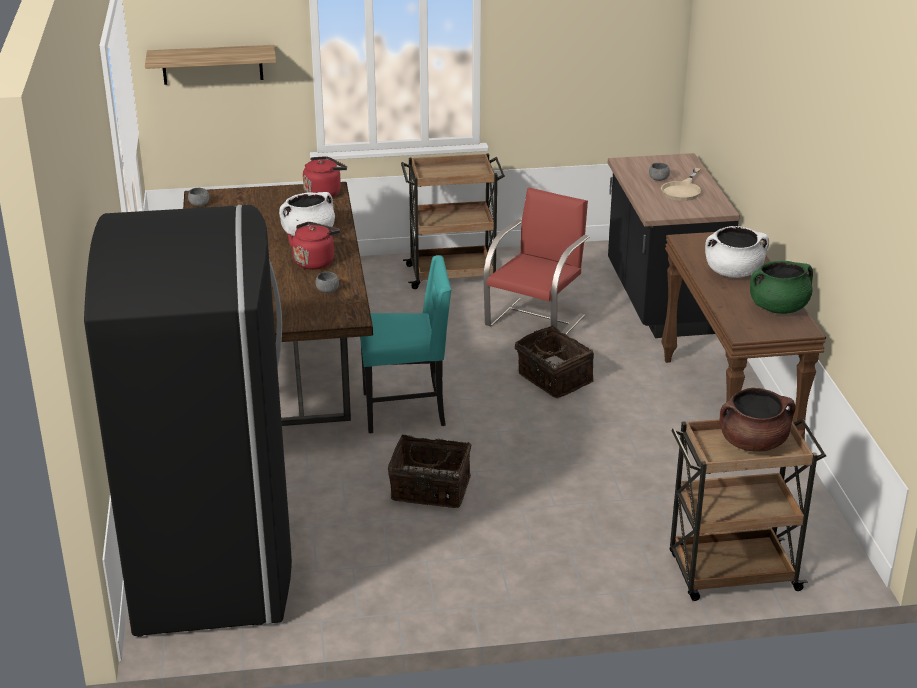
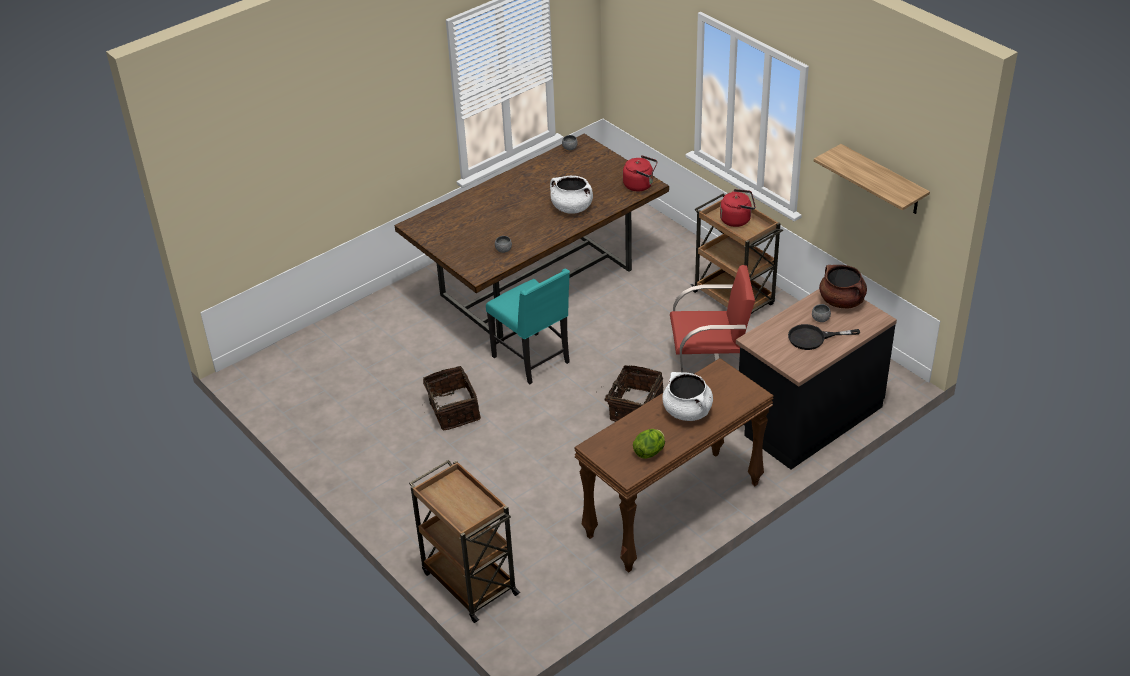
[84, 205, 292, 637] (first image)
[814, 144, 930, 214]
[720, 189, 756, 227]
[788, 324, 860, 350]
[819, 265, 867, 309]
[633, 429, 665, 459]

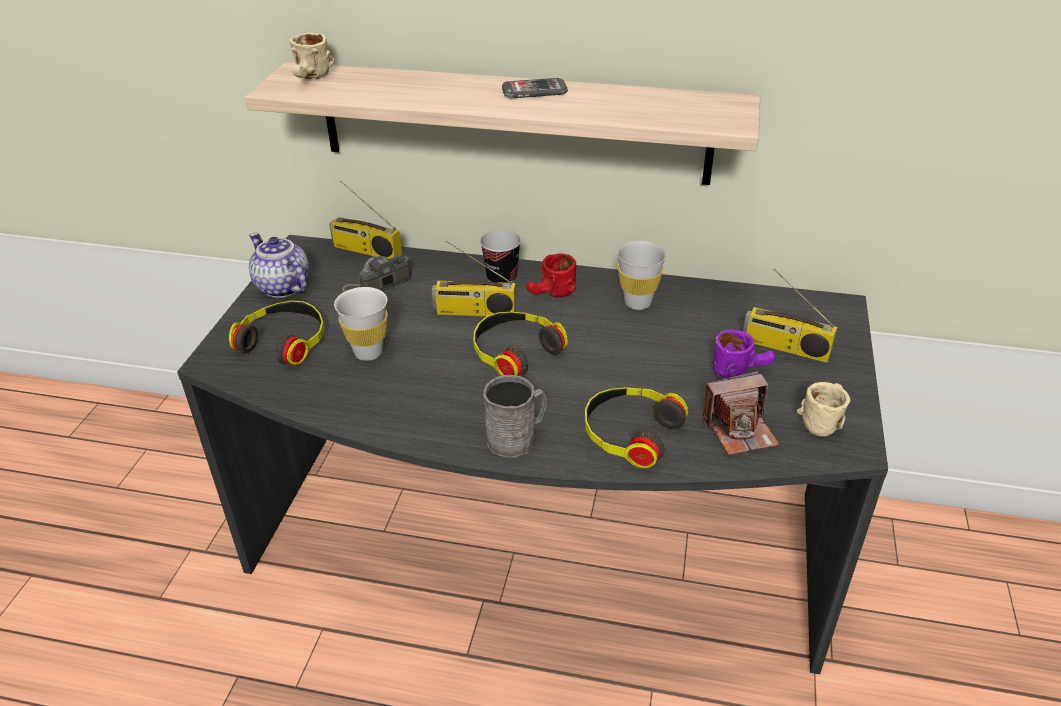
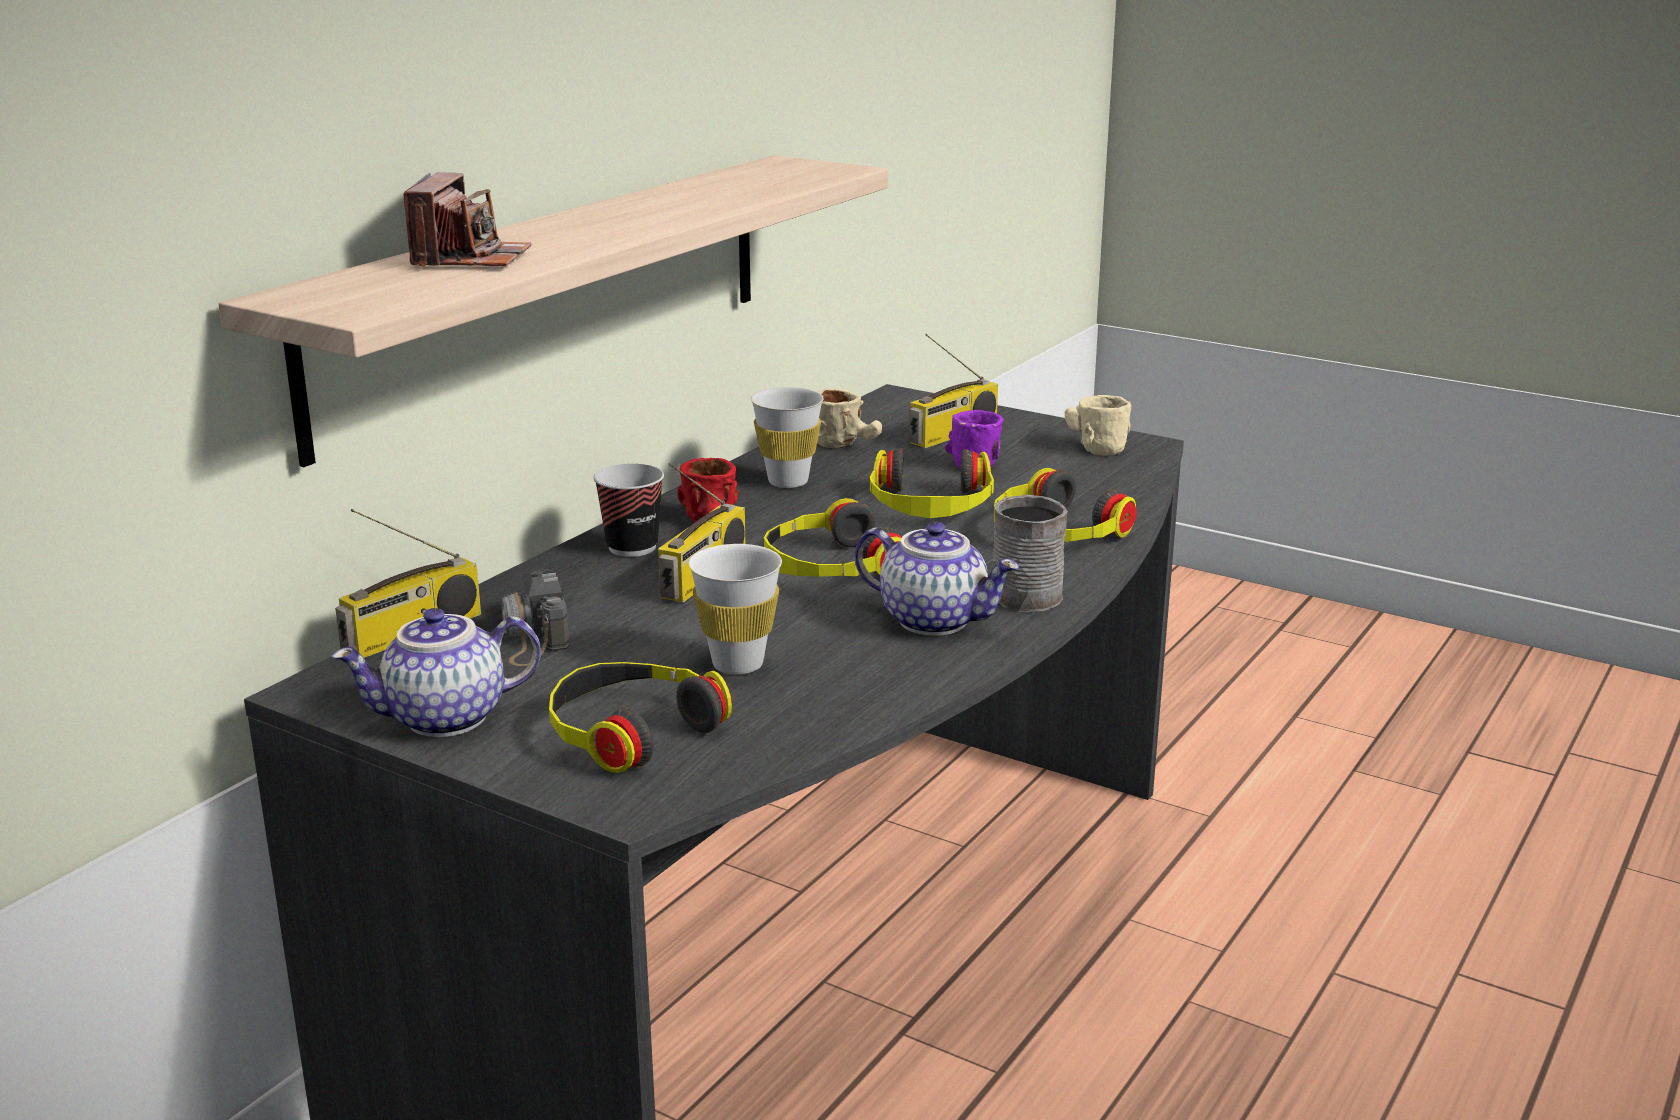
[817, 388, 882, 448]
[502, 78, 568, 98] (first image)
[403, 172, 532, 267]
[855, 522, 1019, 636]
[870, 448, 994, 518]

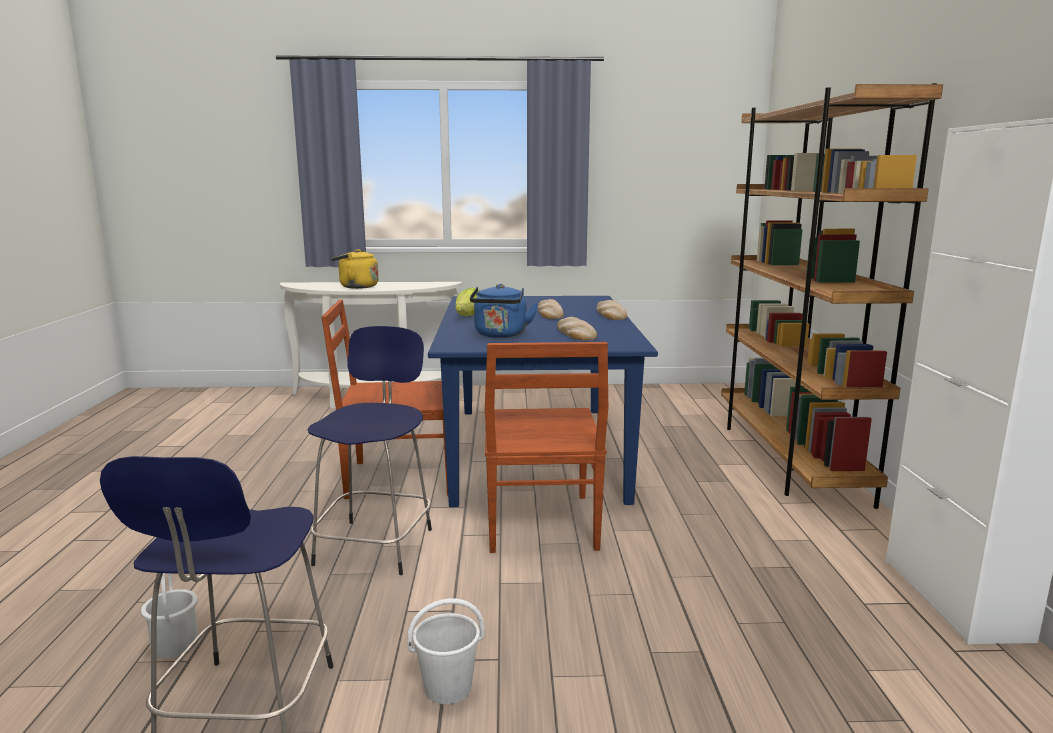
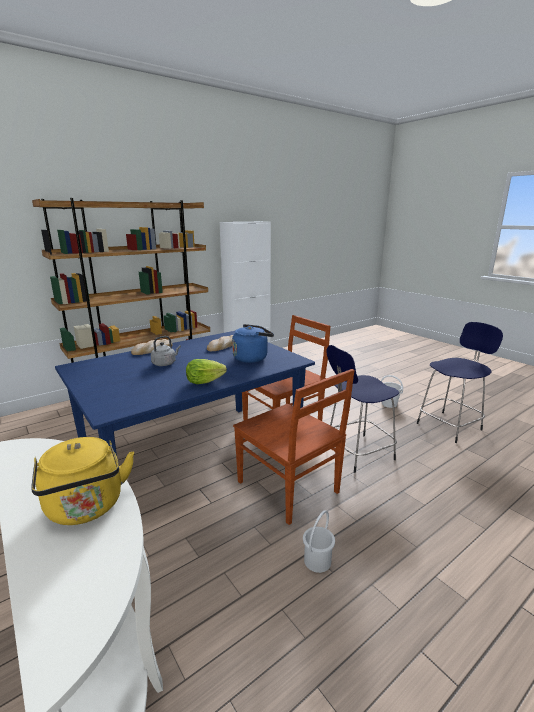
[303, 510, 335, 573]
[151, 336, 181, 366]

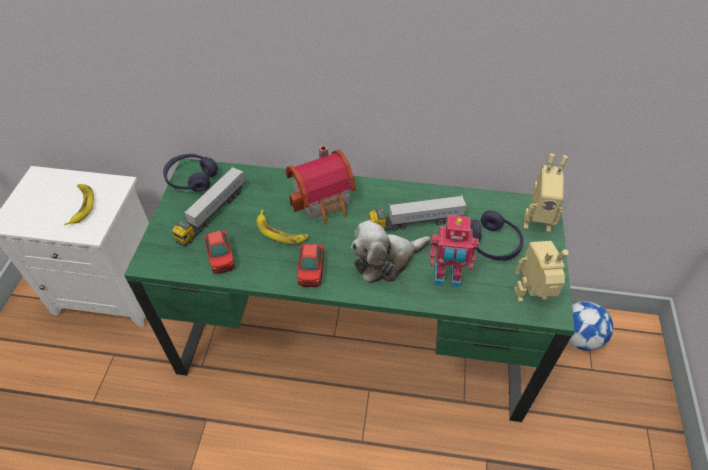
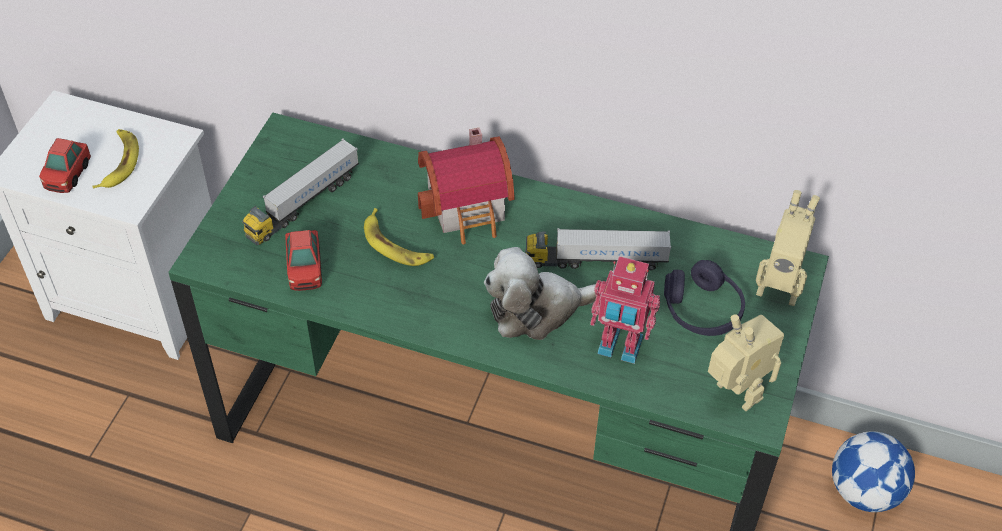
[163, 154, 218, 192] (first image)
[39, 138, 91, 193]
[708, 314, 784, 411]

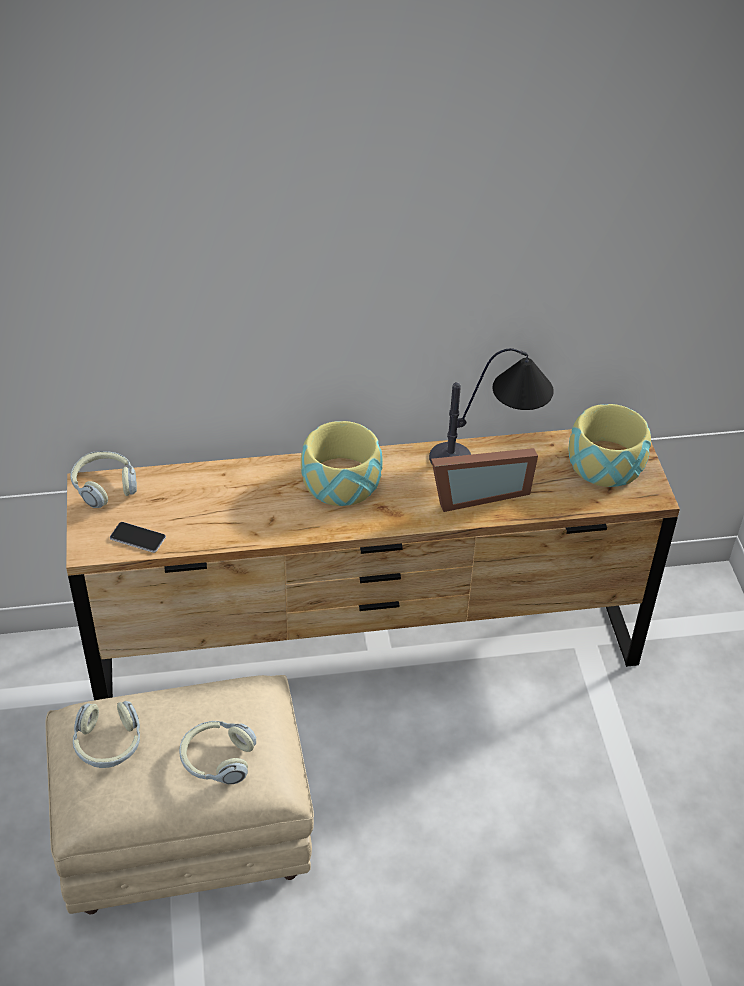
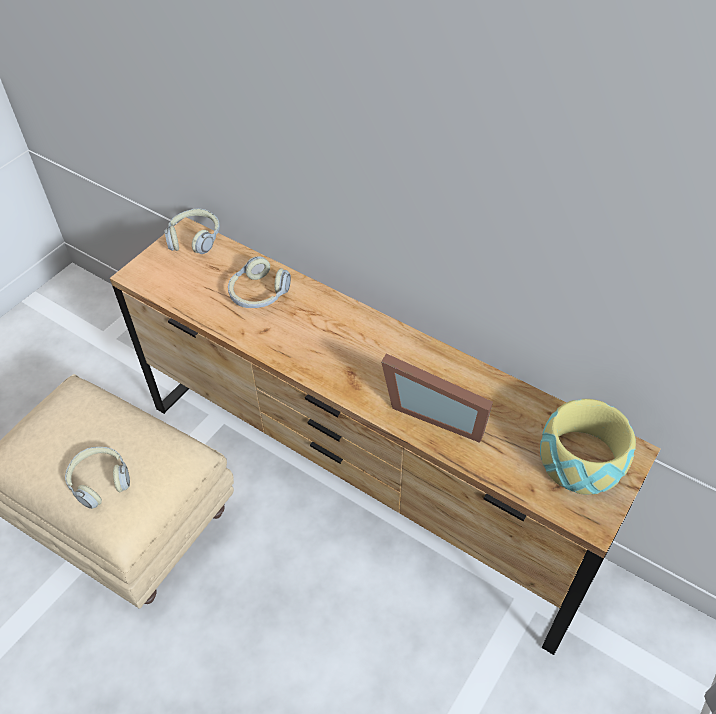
[228, 256, 291, 308]
[110, 522, 166, 553] (first image)
[301, 421, 383, 506] (first image)
[429, 348, 554, 464] (first image)

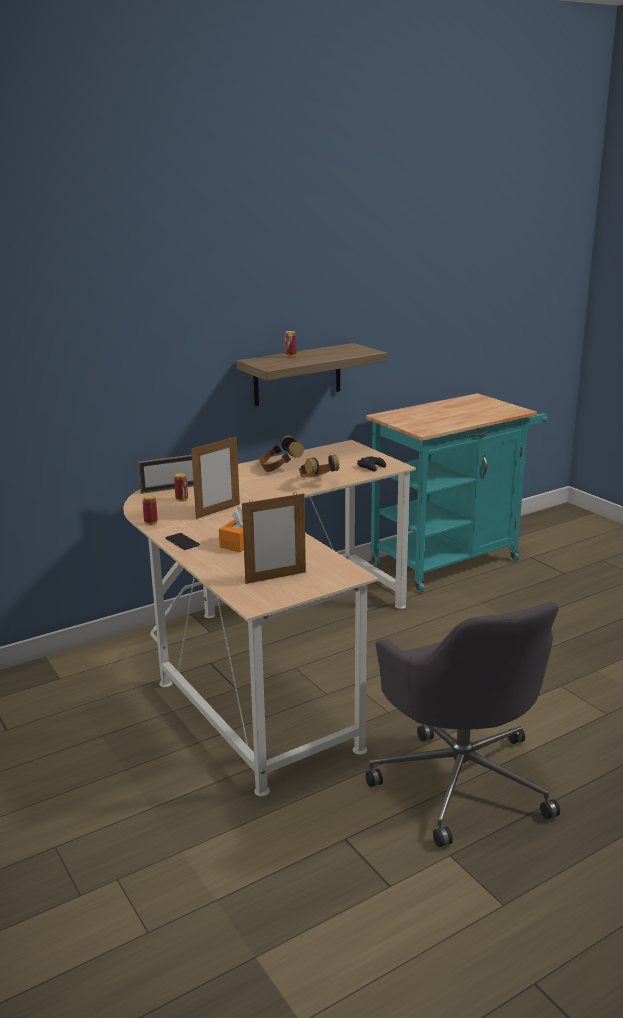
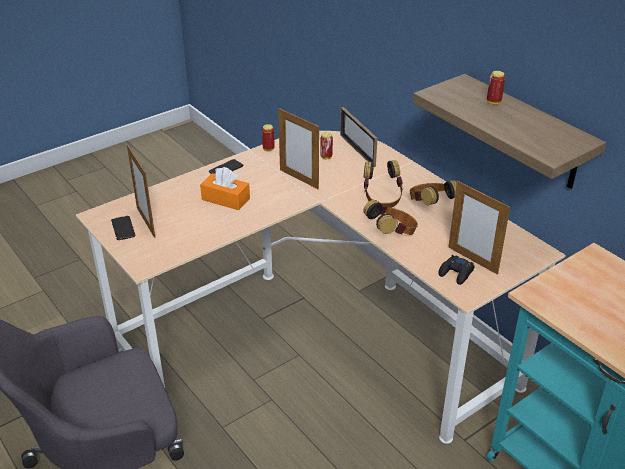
[111, 216, 136, 240]
[364, 160, 403, 208]
[448, 181, 510, 275]

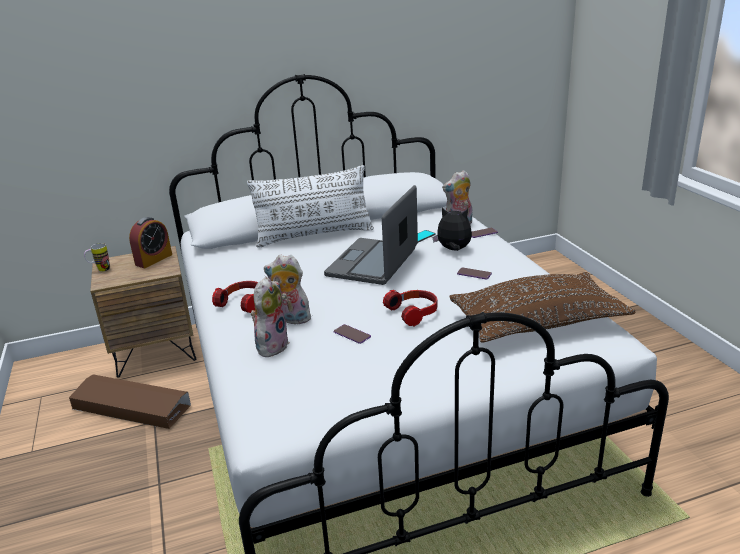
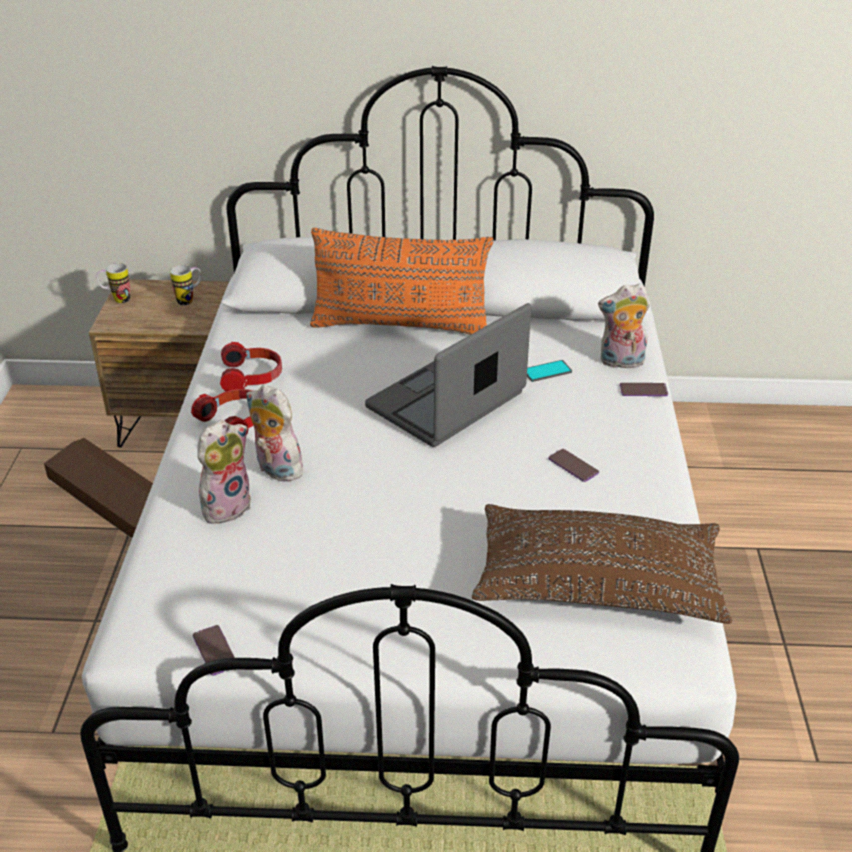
[170, 265, 201, 306]
[310, 228, 494, 335]
[193, 625, 235, 676]
[220, 342, 282, 391]
[432, 207, 472, 251] (first image)

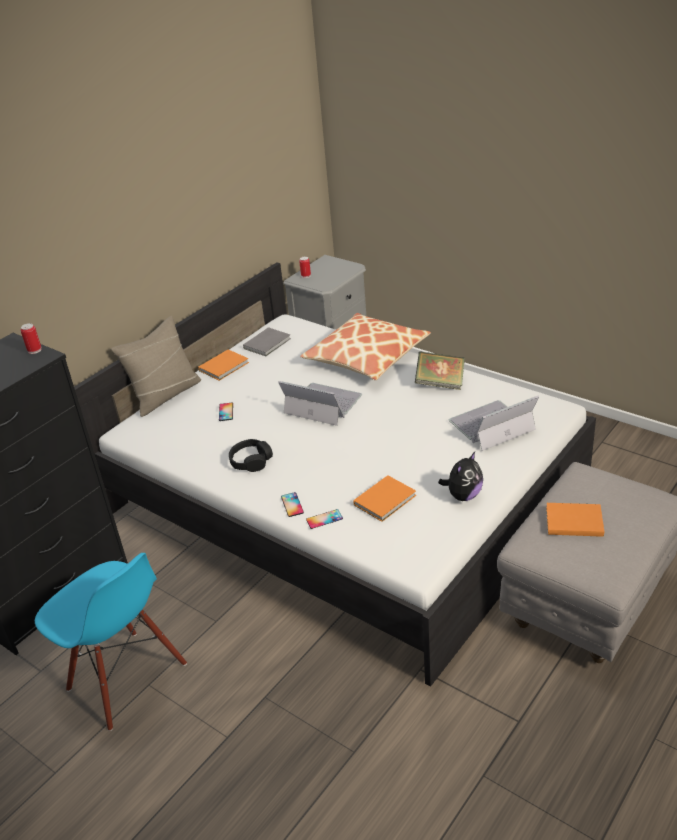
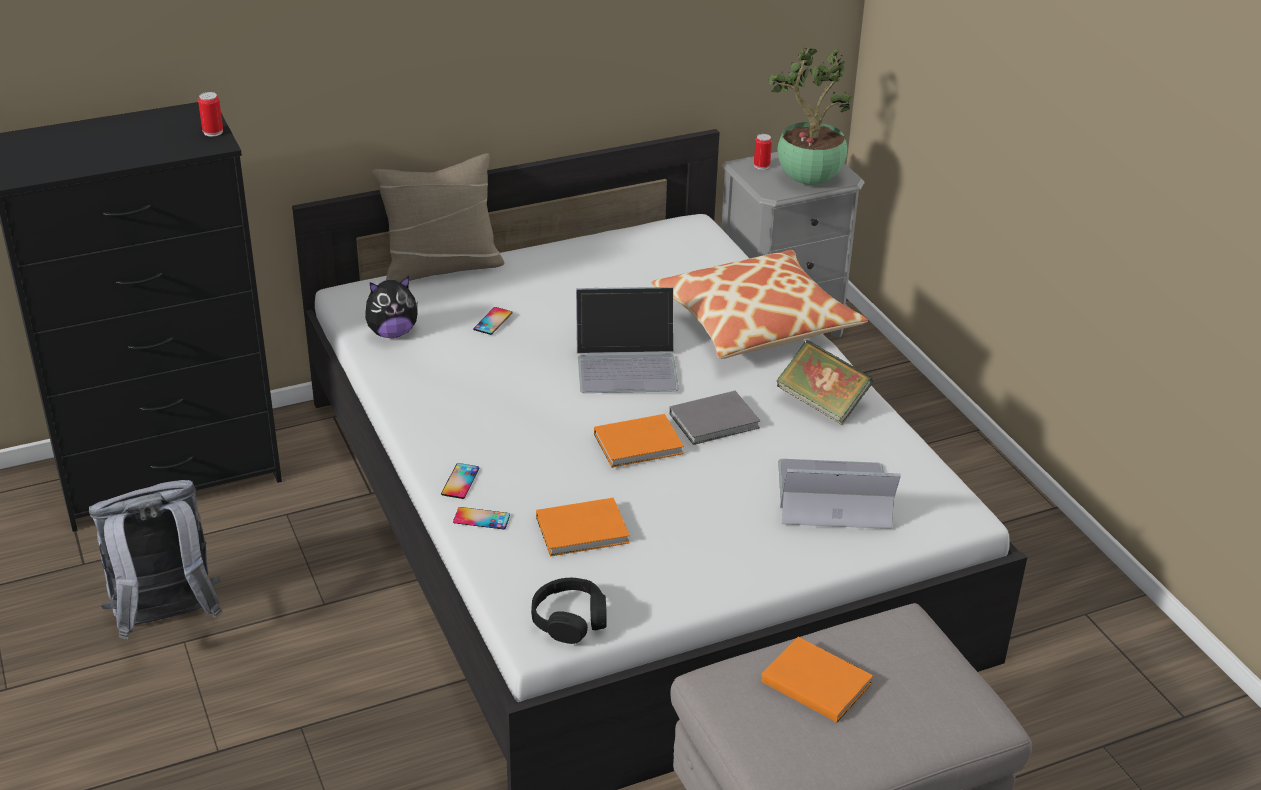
[89, 480, 223, 640]
[594, 414, 684, 468]
[531, 578, 607, 644]
[669, 391, 761, 445]
[576, 287, 679, 393]
[365, 276, 418, 338]
[769, 46, 852, 185]

